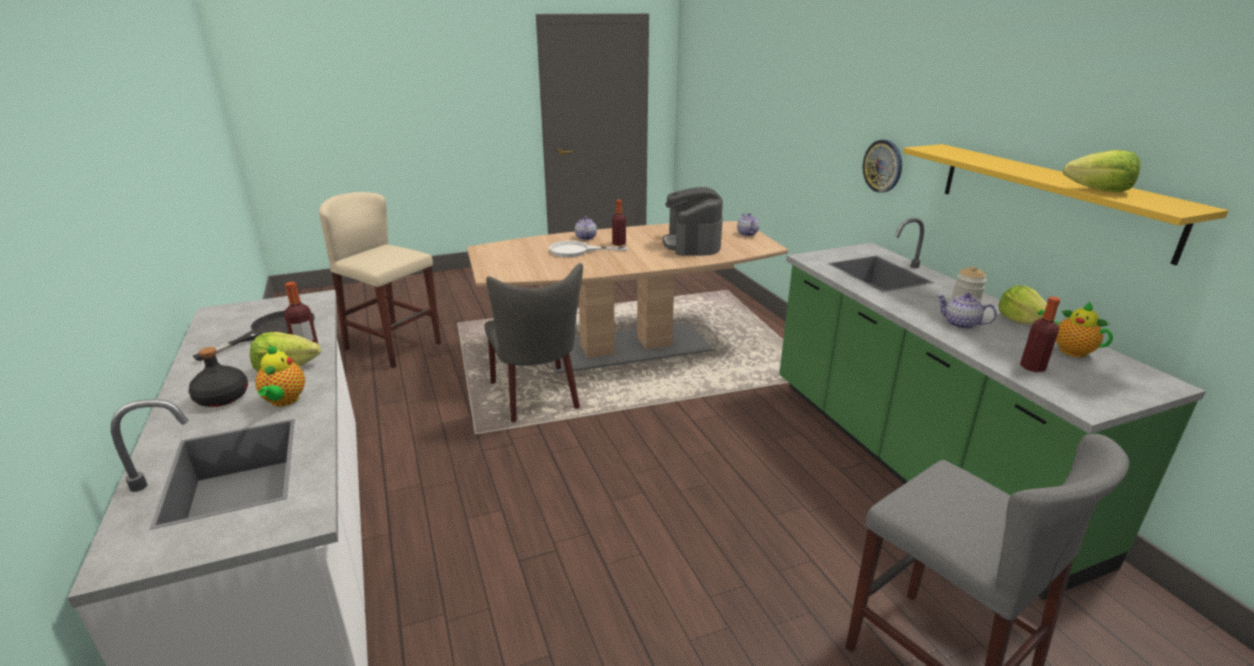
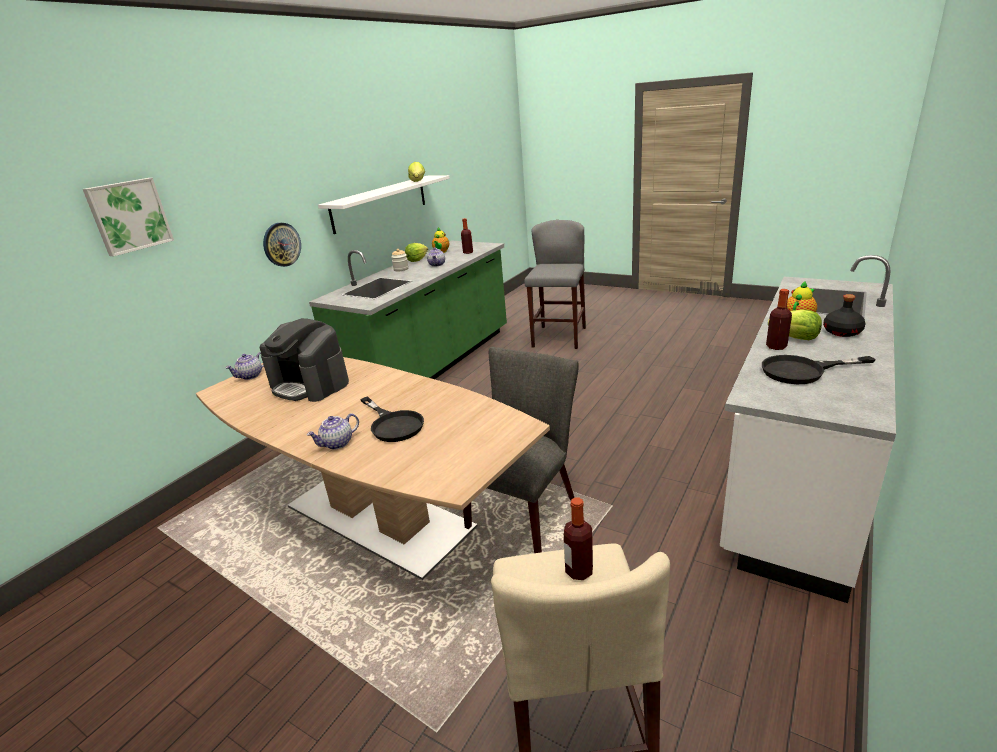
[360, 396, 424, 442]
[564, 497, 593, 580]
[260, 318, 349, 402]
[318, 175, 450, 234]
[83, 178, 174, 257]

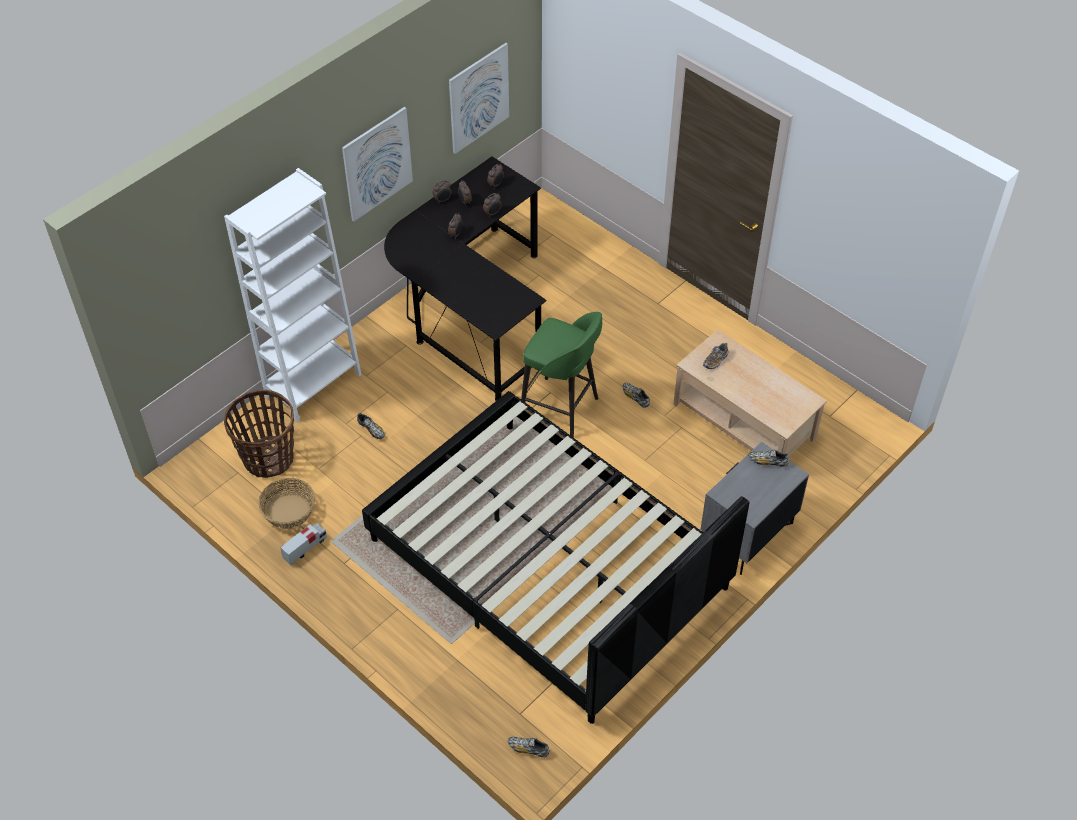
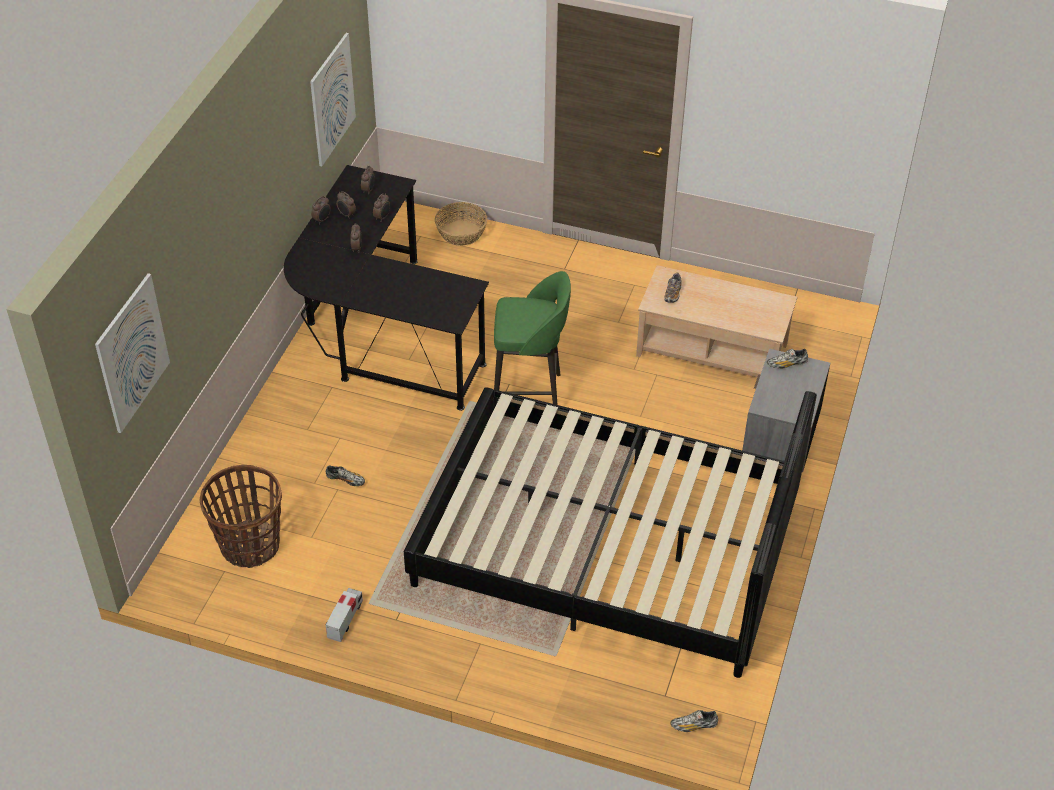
[224, 168, 362, 423] (first image)
[435, 202, 487, 246]
[95, 273, 170, 433]
[622, 383, 650, 408] (first image)

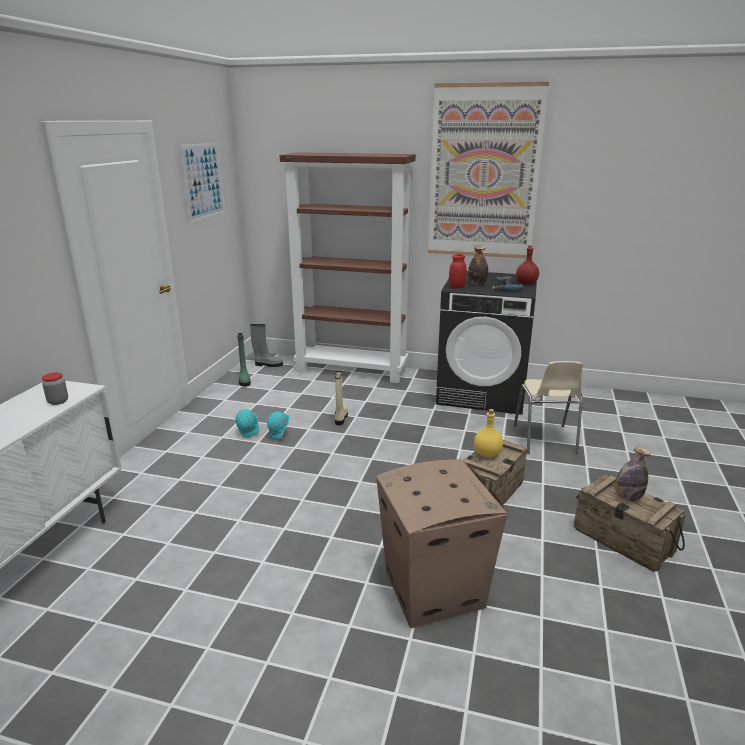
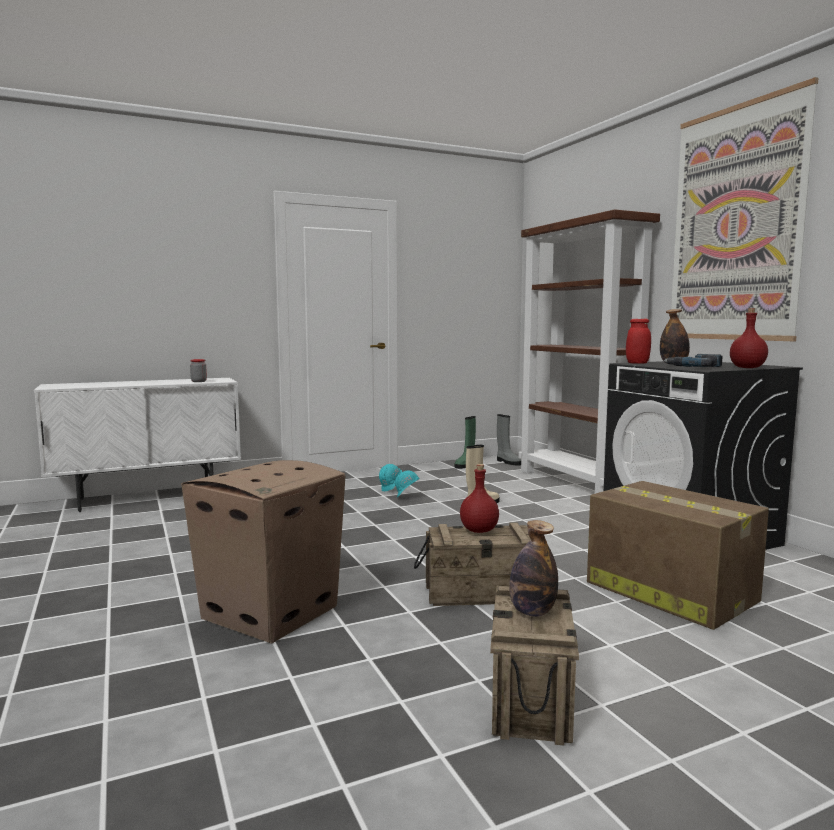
[179, 143, 225, 223] (first image)
[460, 464, 499, 533]
[587, 481, 769, 630]

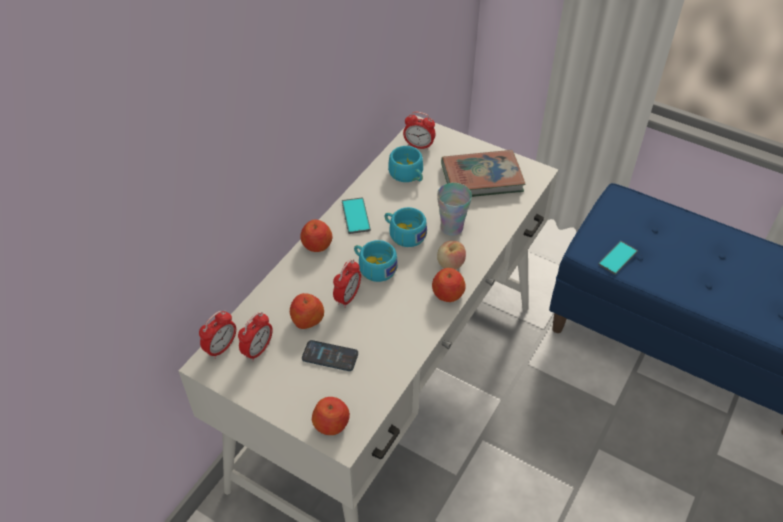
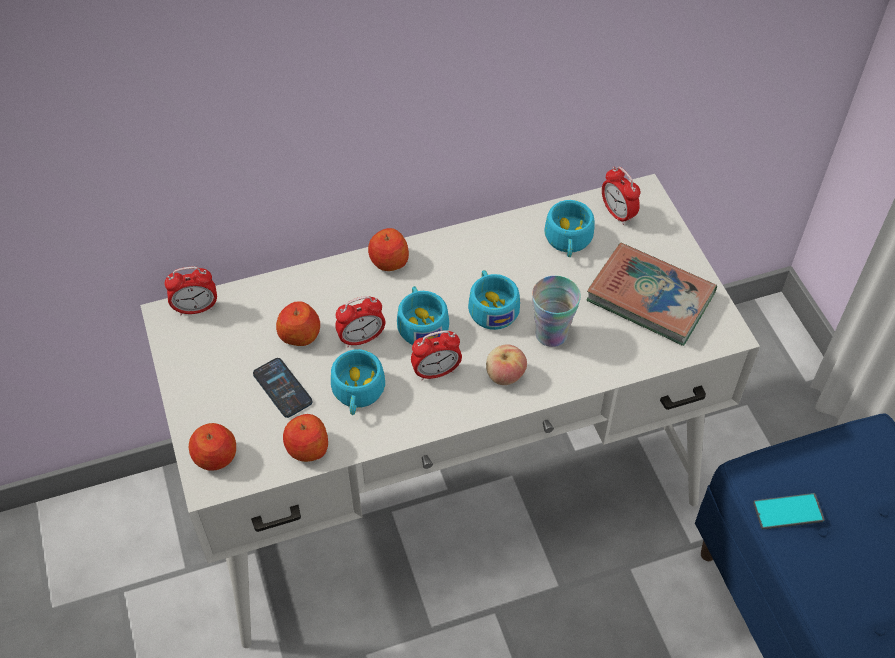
[411, 330, 462, 380]
[342, 197, 371, 234] (first image)
[283, 414, 328, 462]
[331, 349, 385, 415]

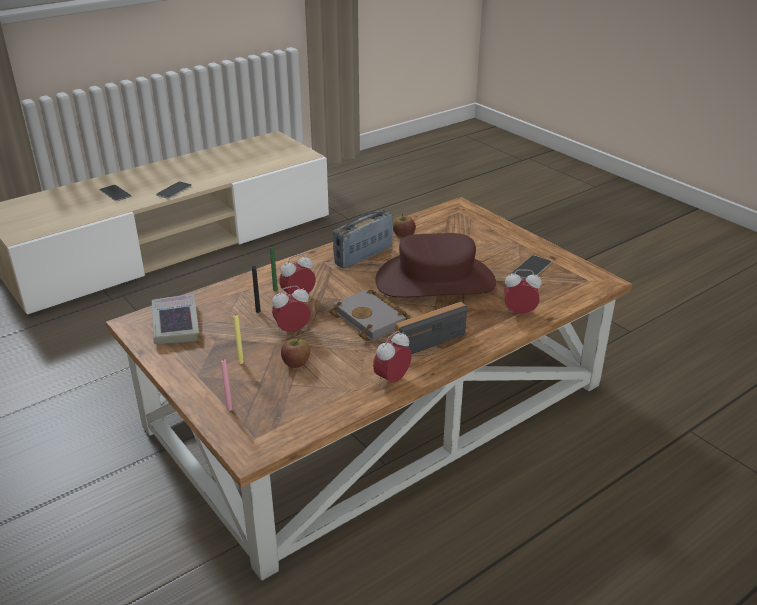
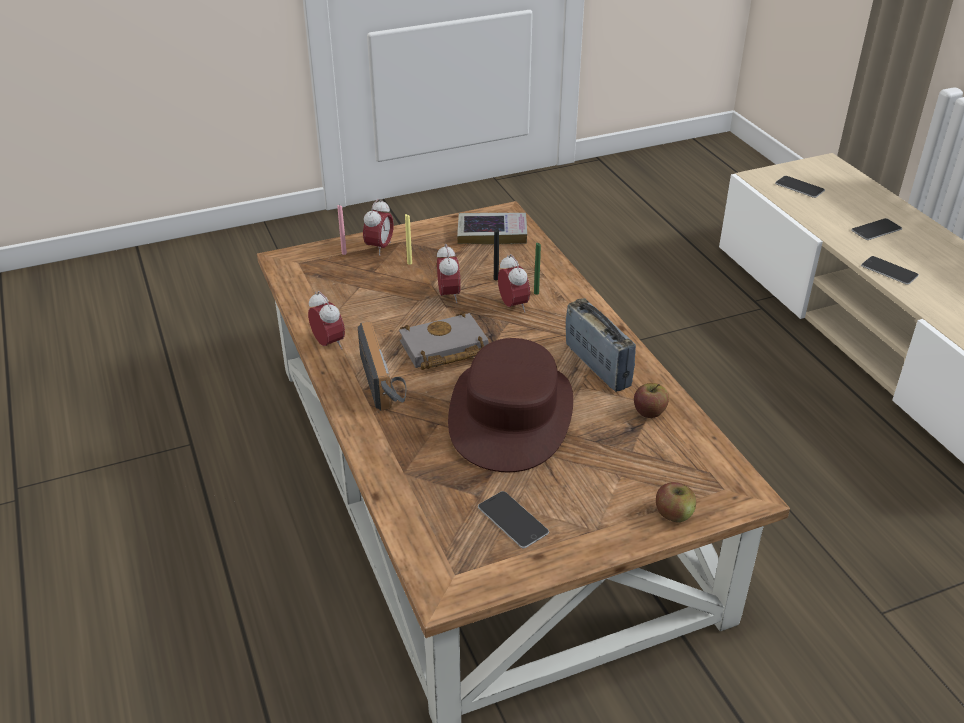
[656, 482, 696, 522]
[363, 198, 394, 256]
[775, 176, 825, 198]

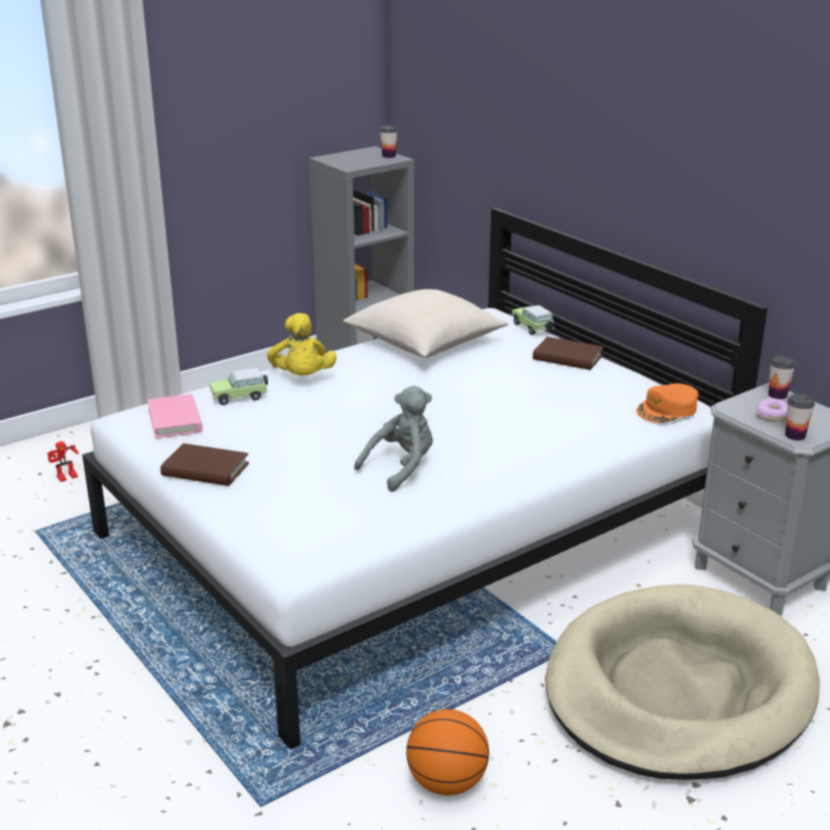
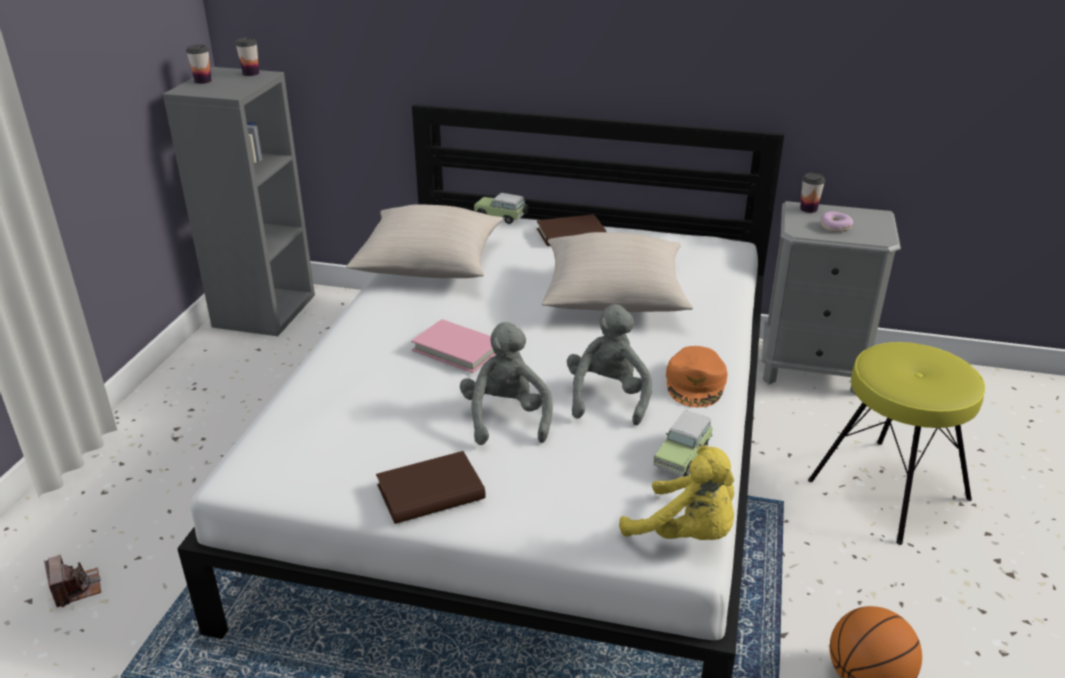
[44, 555, 101, 607]
[411, 319, 496, 373]
[653, 410, 713, 477]
[619, 445, 734, 540]
[808, 342, 985, 545]
[666, 346, 728, 407]
[186, 44, 212, 84]
[460, 322, 553, 445]
[542, 232, 693, 312]

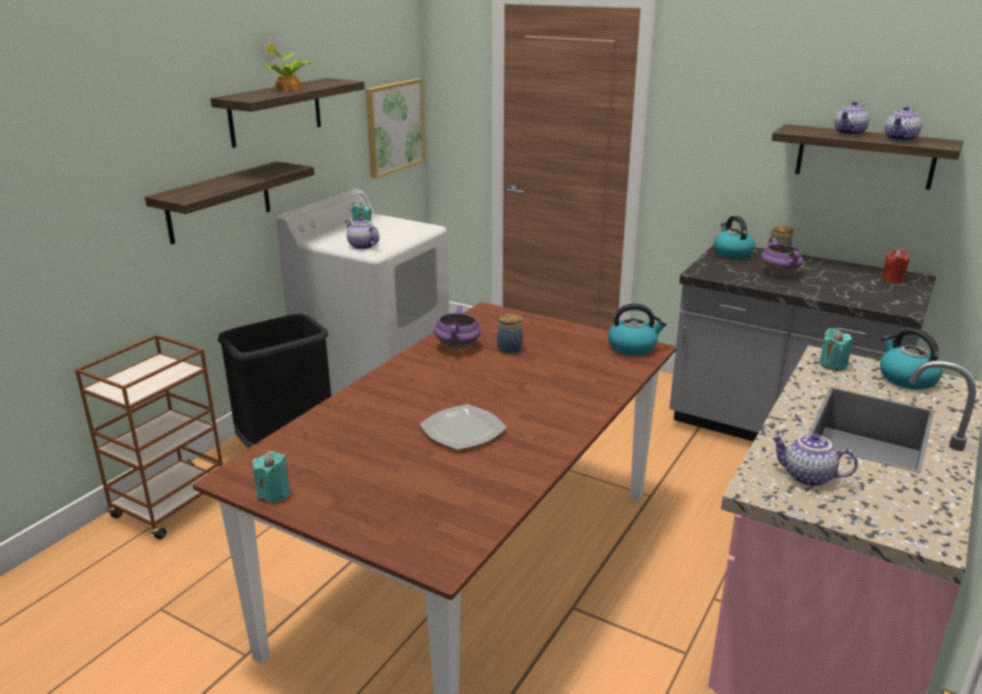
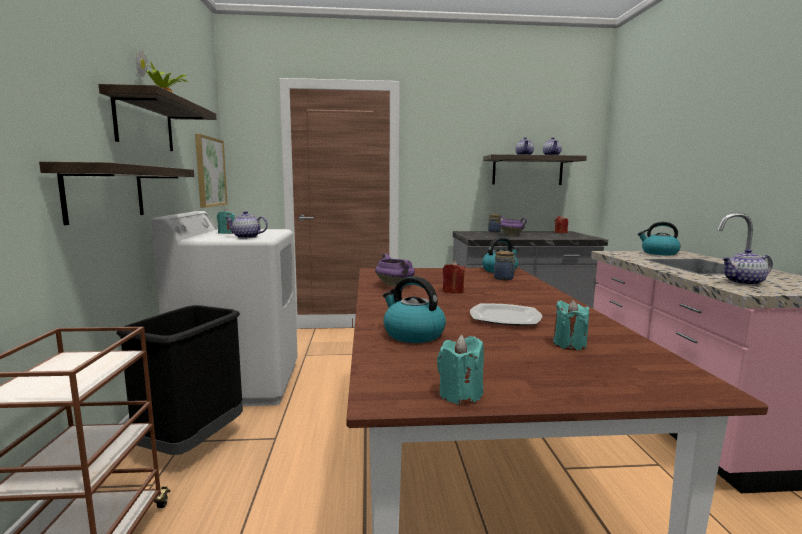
[494, 251, 516, 280]
[383, 276, 446, 343]
[553, 300, 589, 350]
[443, 261, 465, 294]

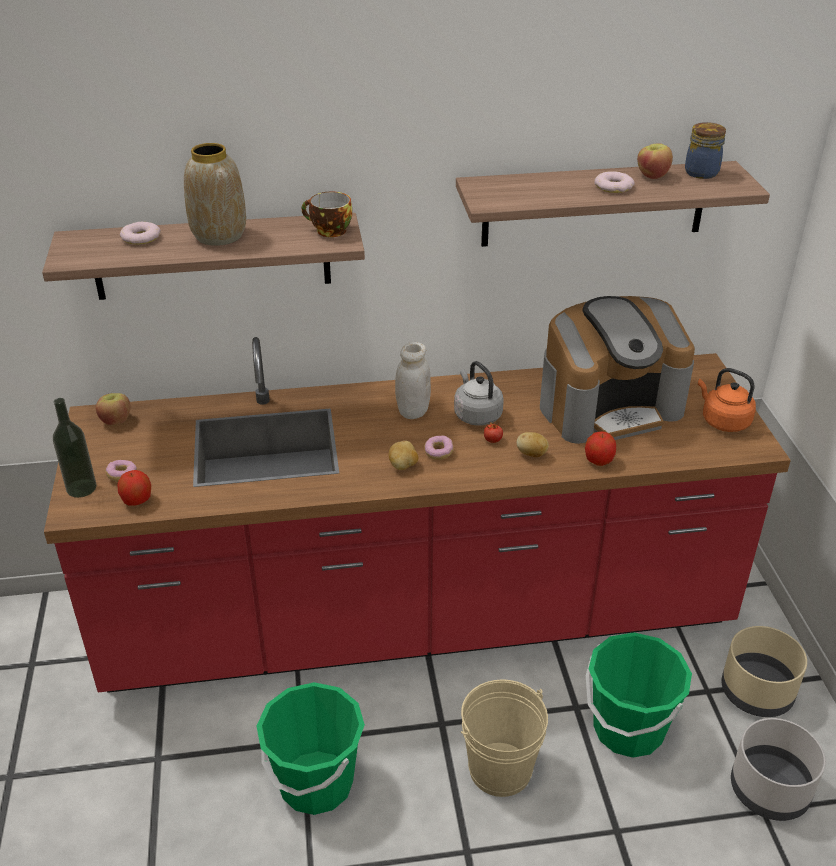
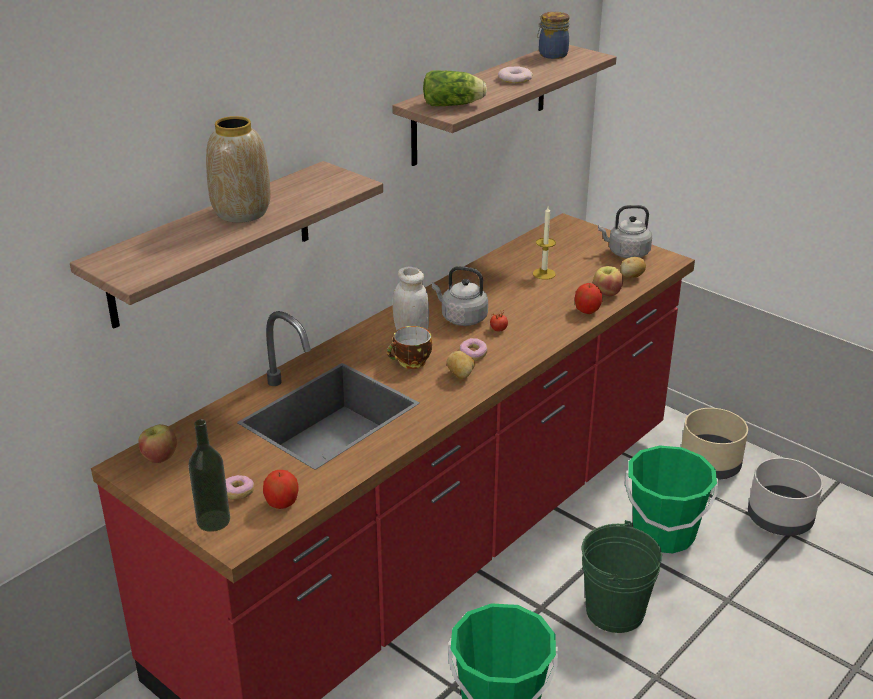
[120, 222, 161, 245] (first image)
[387, 326, 432, 369]
[582, 520, 662, 633]
[620, 257, 646, 278]
[533, 207, 556, 280]
[593, 266, 623, 296]
[598, 205, 652, 258]
[423, 71, 487, 106]

